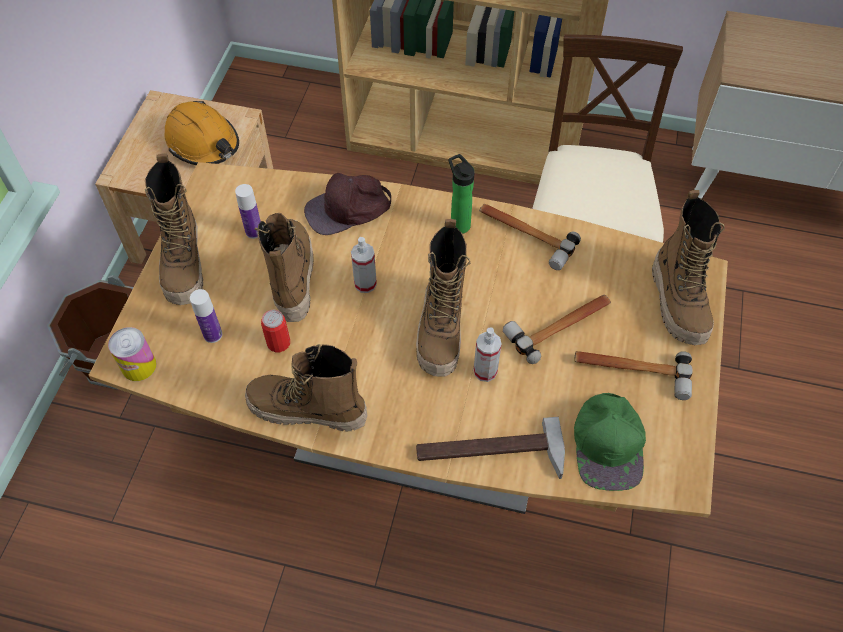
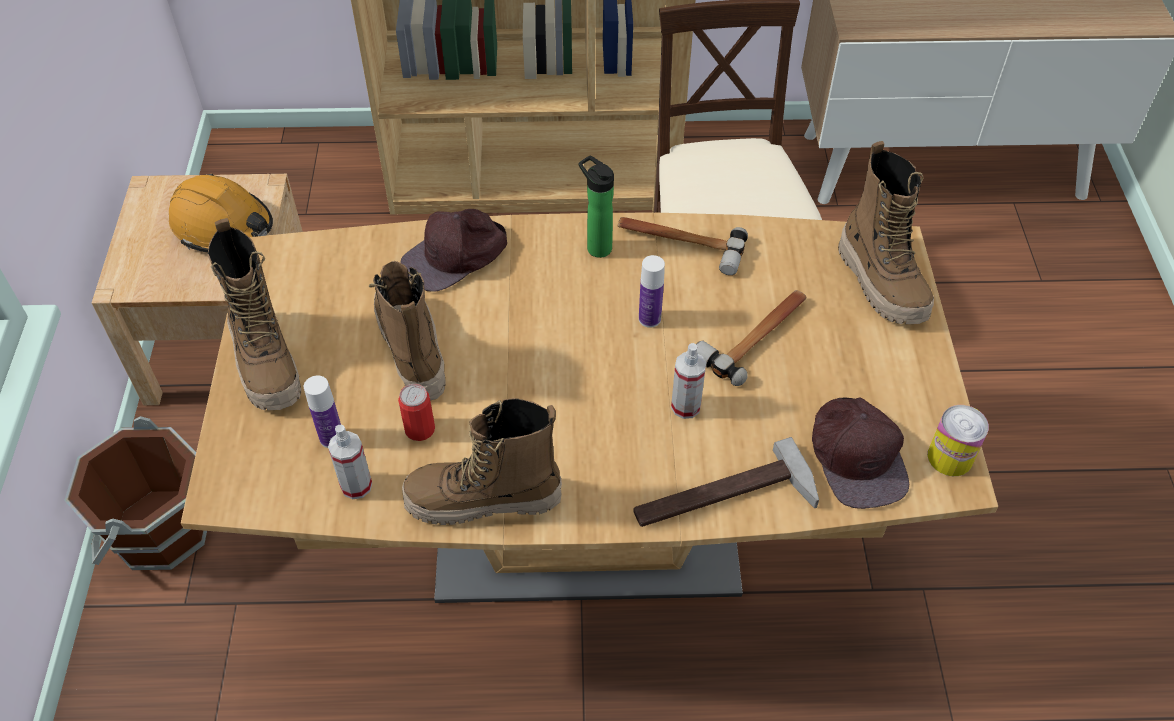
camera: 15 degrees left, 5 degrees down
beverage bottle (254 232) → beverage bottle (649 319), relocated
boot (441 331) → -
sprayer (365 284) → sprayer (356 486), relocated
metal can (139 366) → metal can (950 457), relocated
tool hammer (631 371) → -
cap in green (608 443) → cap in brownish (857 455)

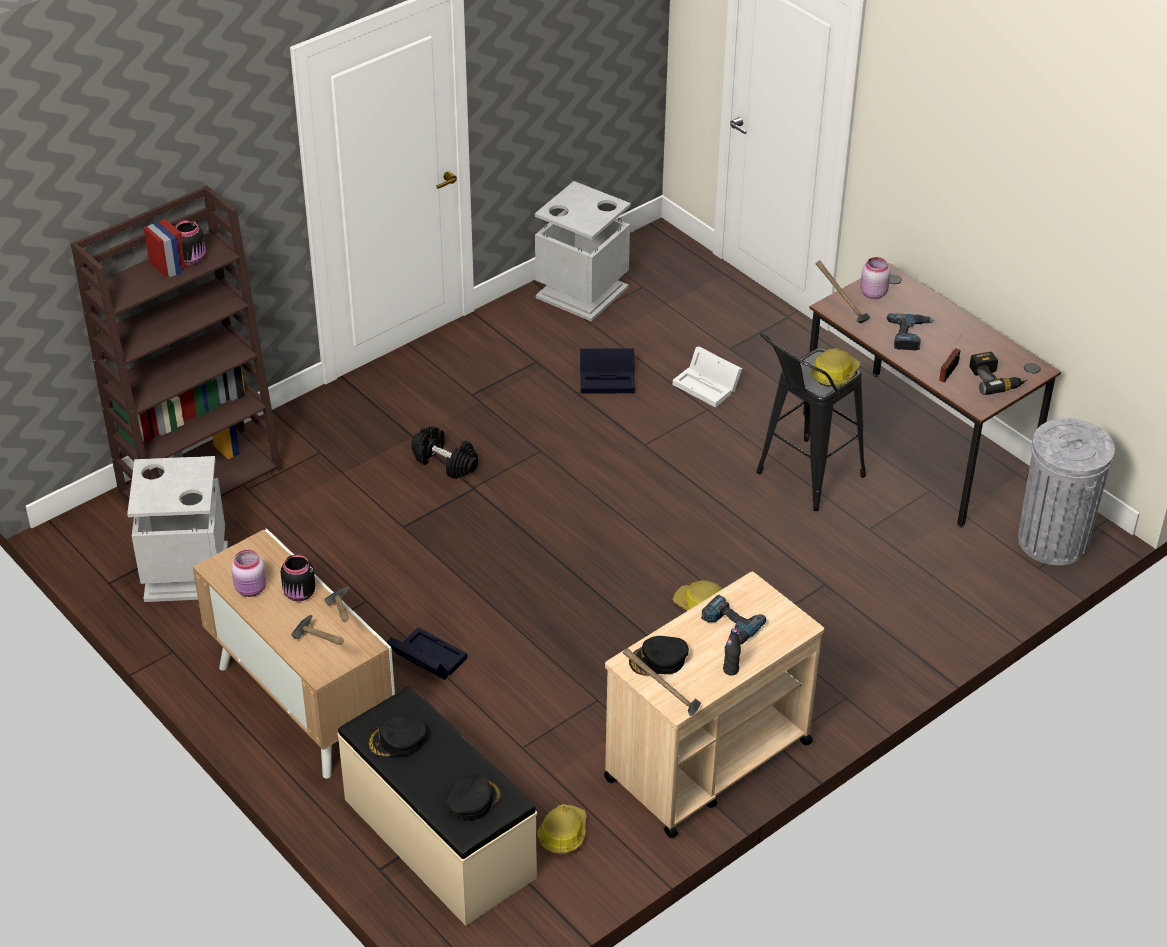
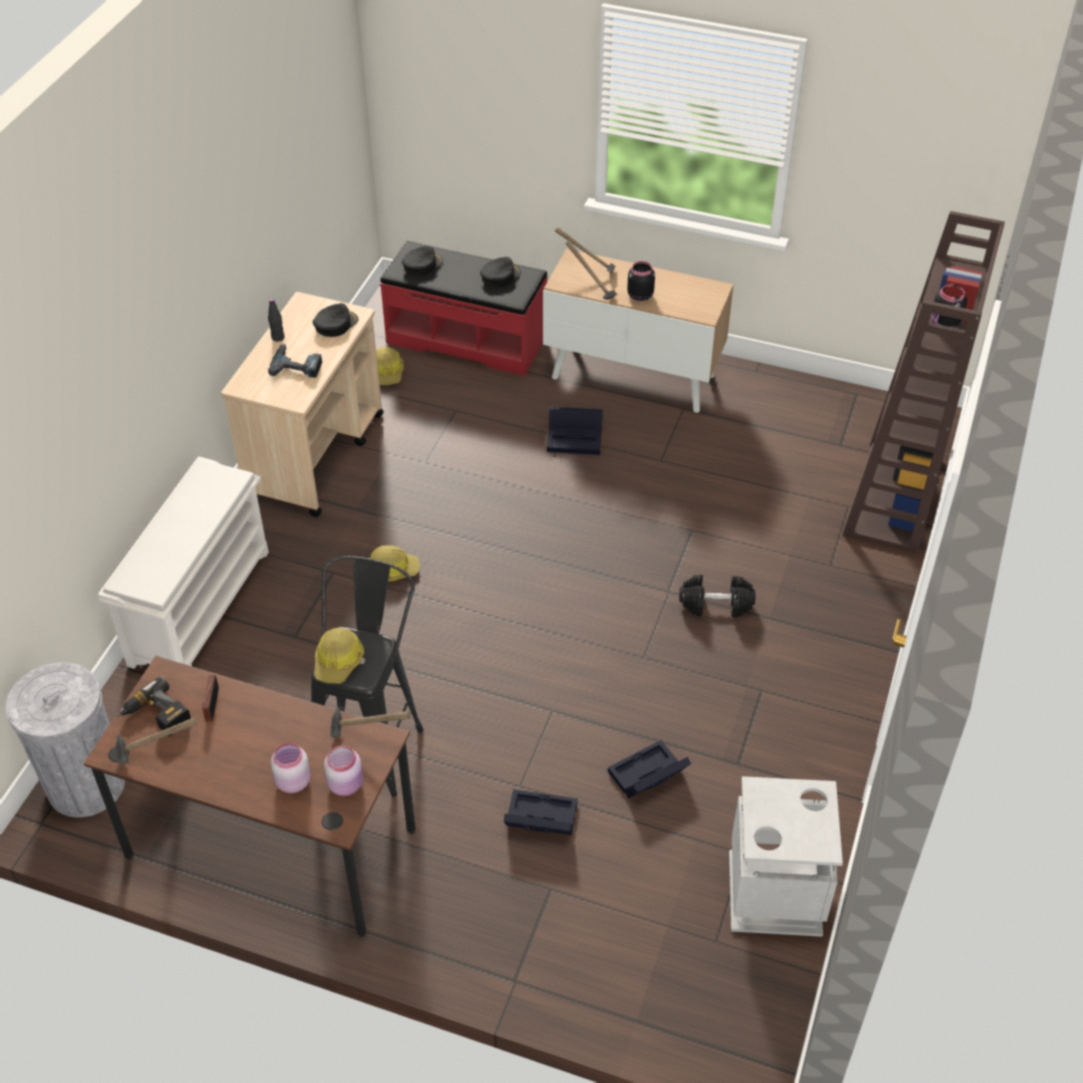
camera: 150 degrees right, 5 degrees up
electric drill (910 335) → -
storage bin in whitish (708 386) → storage bin in blackish (538 819)
waste bin in grey (185 571) → -
jar in pink-coloured (251 589) → jar in pink-coloured (292 781), relocated
tool hammer (663 703) → tool hammer (157 753), relocated
indoor bench in beige (438 839) → indoor bench in red (467 339)
cap in blackish (473 800) → cap in blackish (422 264), 150 degrees counterclockwise
- → shoe shelf in whitish (200 606)

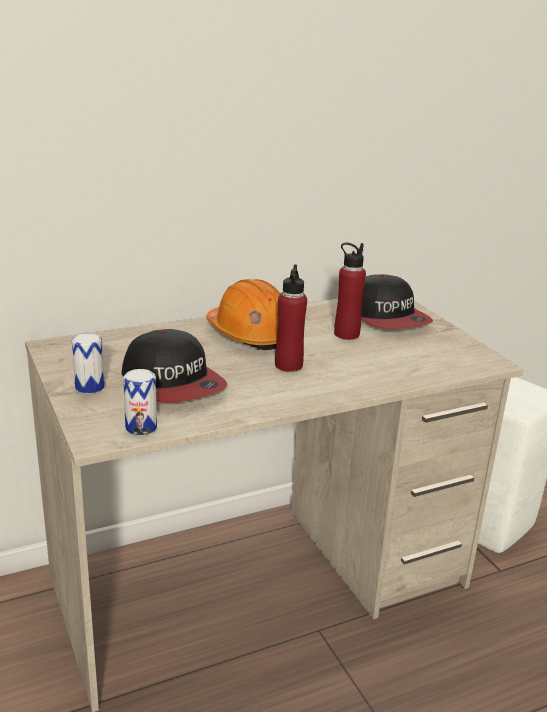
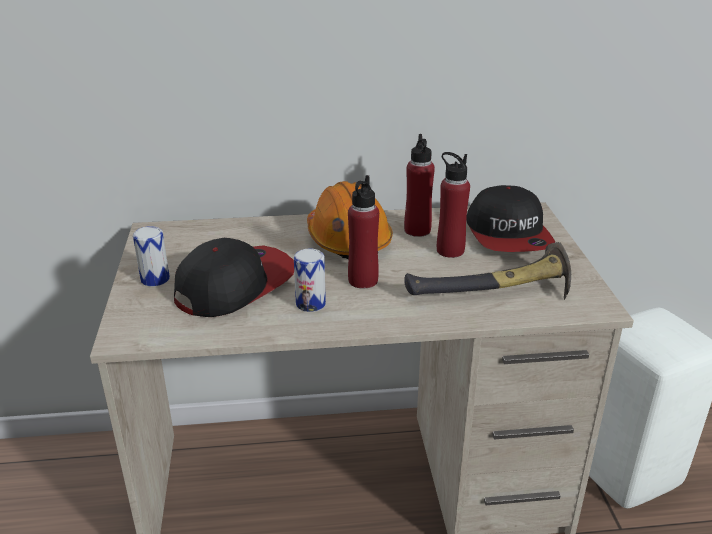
camera: 20 degrees right, 5 degrees up
cap (173 382) → cap (235 285), 120 degrees counterclockwise
metal can (141 427) → metal can (310 304), relocated
- → beverage bottle in red (417 230)
- → tool hammer (496 293)

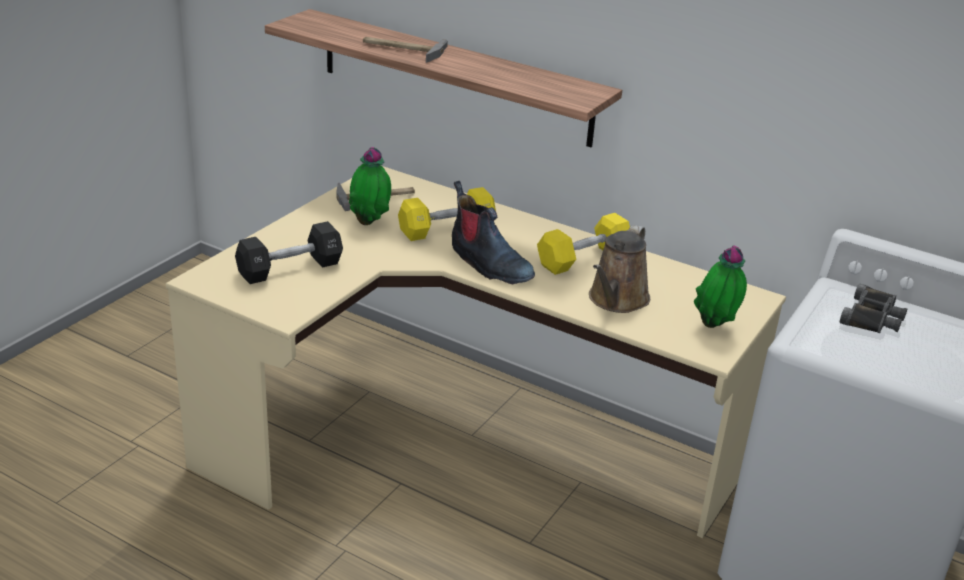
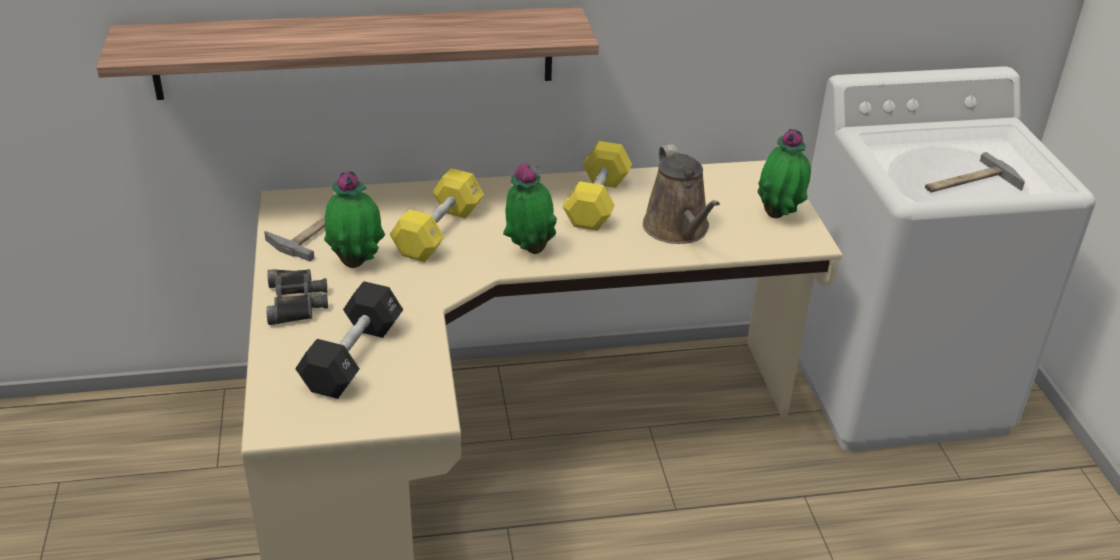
camera: 40 degrees left, 5 degrees up
tool hammer (402 49) → tool hammer (968 183), relocated
boot (488 264) → plant in a pot (529 250)
field glasses in blackish (872 317) → field glasses in blackish (297 302), relocated

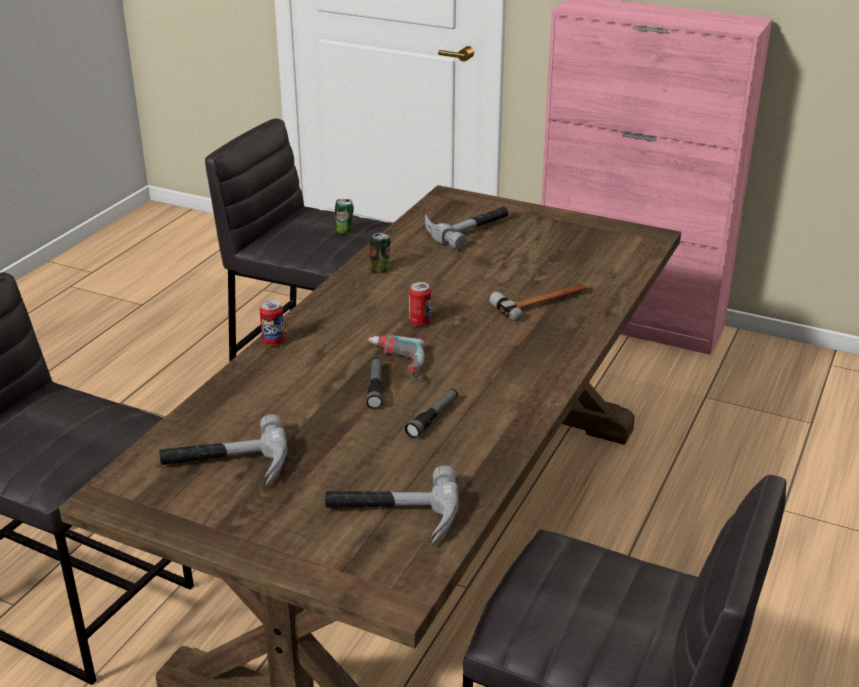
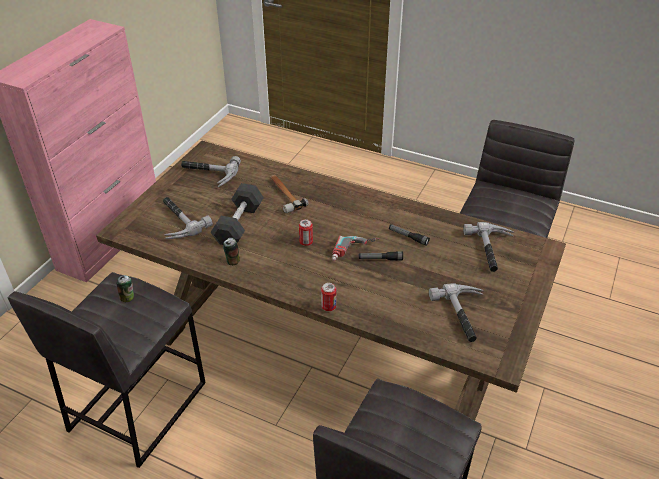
camera: 90 degrees left, 10 degrees up
- → tool hammer (208 174)
- → free weight in blackish (239 224)

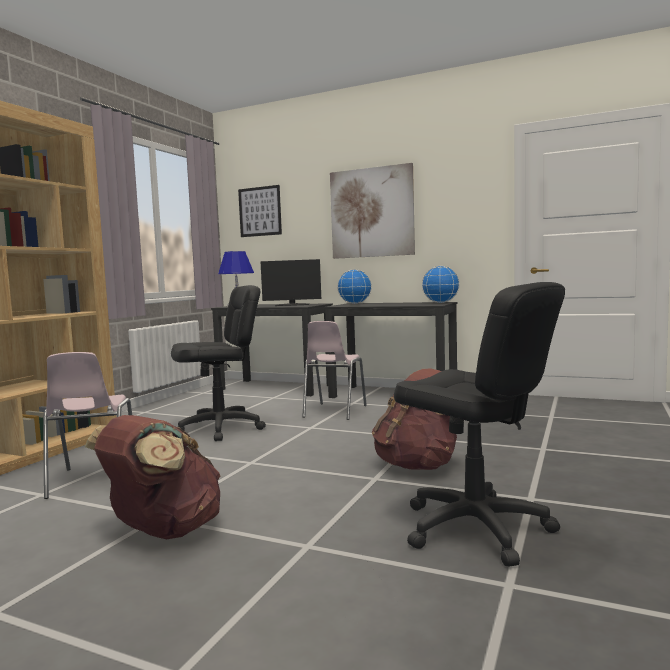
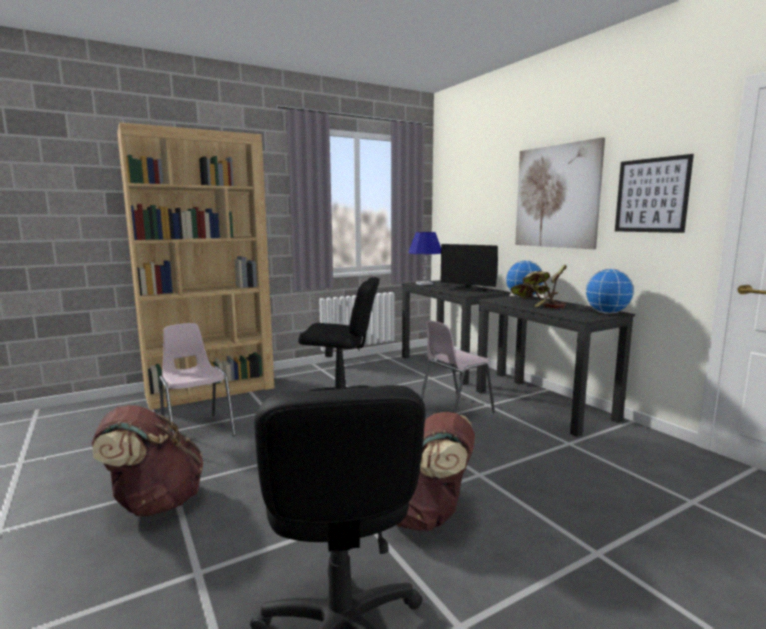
camera: 35 degrees right, 5 degrees up
wall art (260 211) → wall art (651 195), relocated
plain chair in pink-coloured (92 480) → plain chair in pink-coloured (197 431), 120 degrees clockwise
- → plant in a pot (539 305)

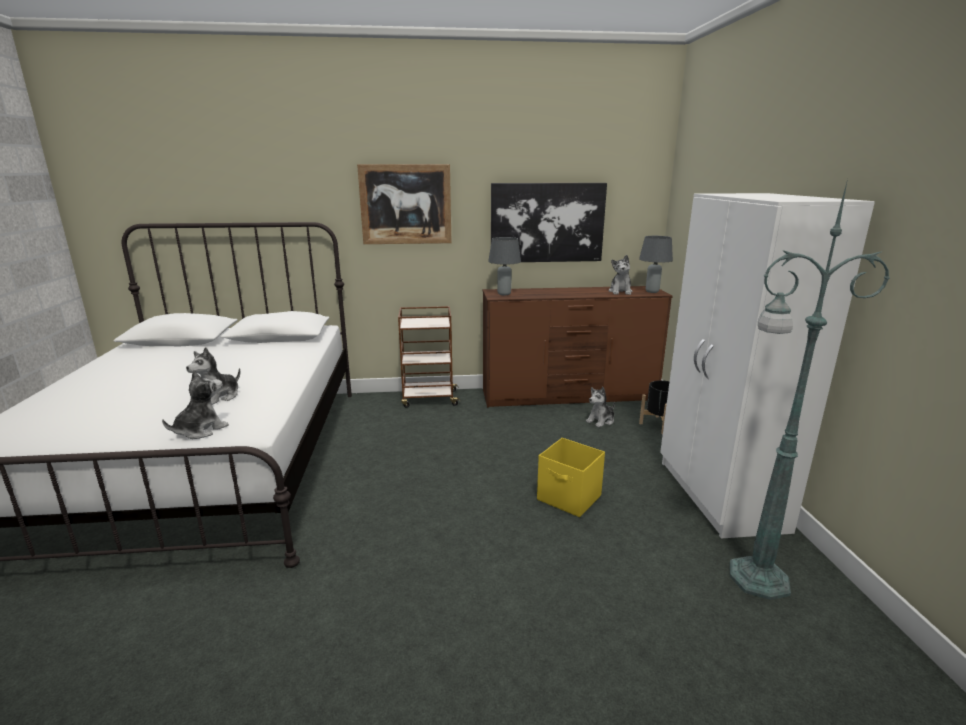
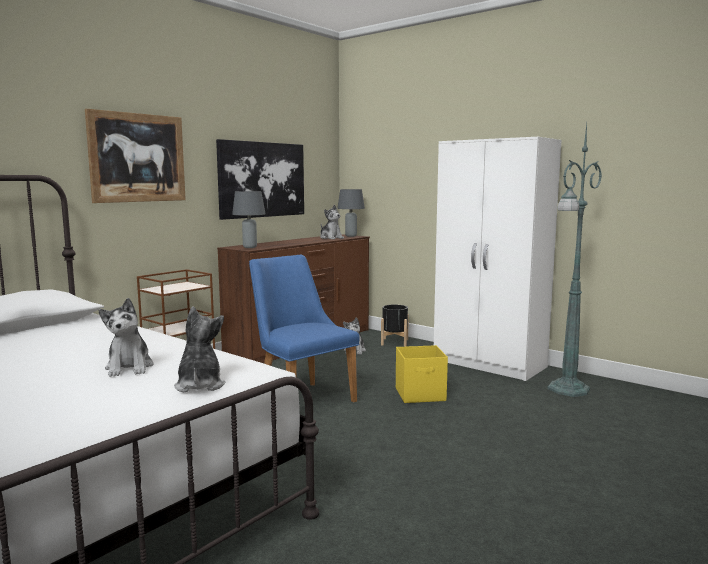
camera: 45 degrees left, 10 degrees down
- → plain chair in blue-coloured (300 397)

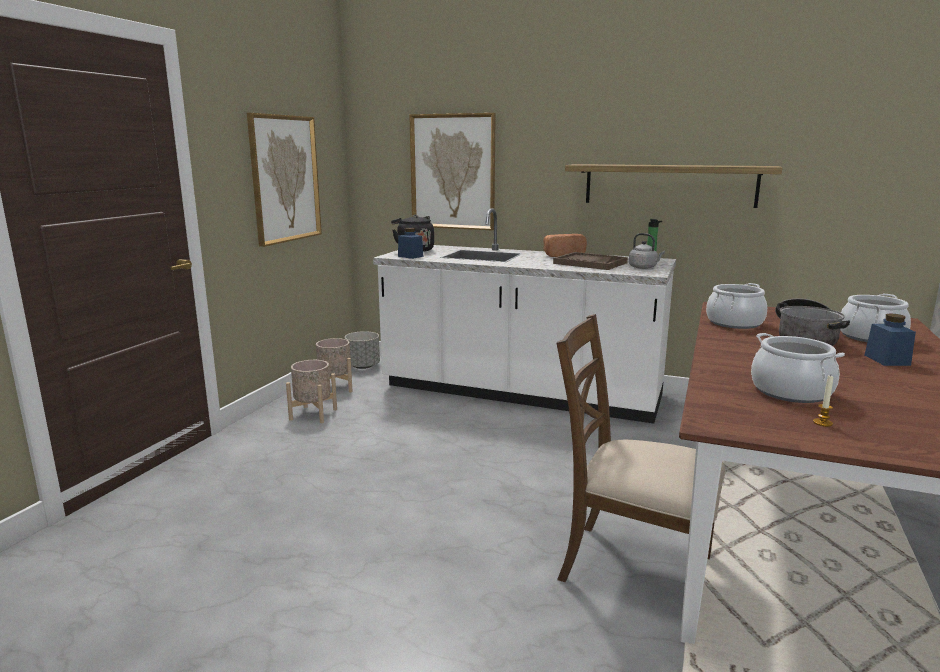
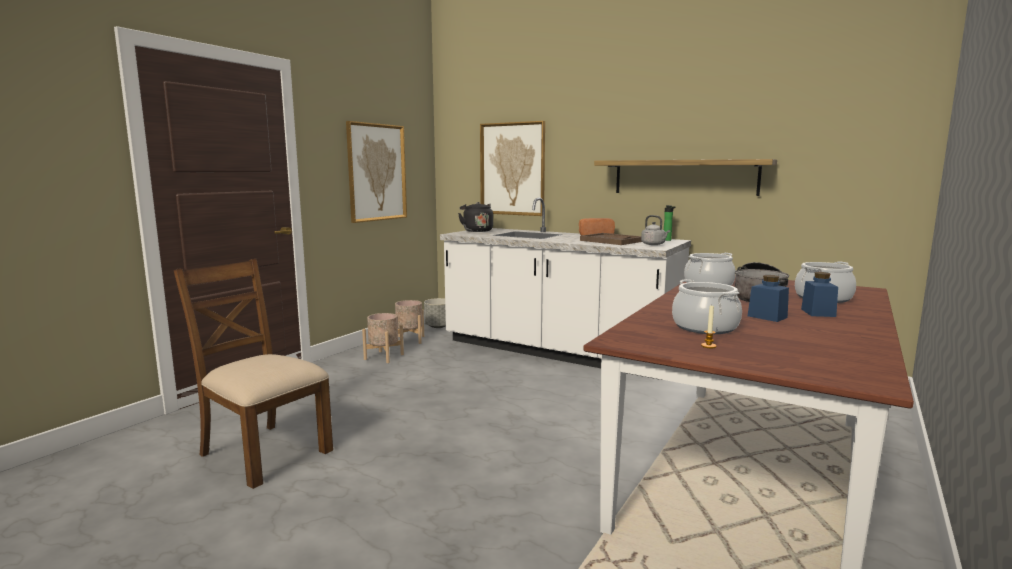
camera: 10 degrees right, 5 degrees down
jar in blue-coloured (410 256) → jar in blue-coloured (767 317), relocated
plain chair in brownish (633 567) → plain chair in brownish (264 452), relocated

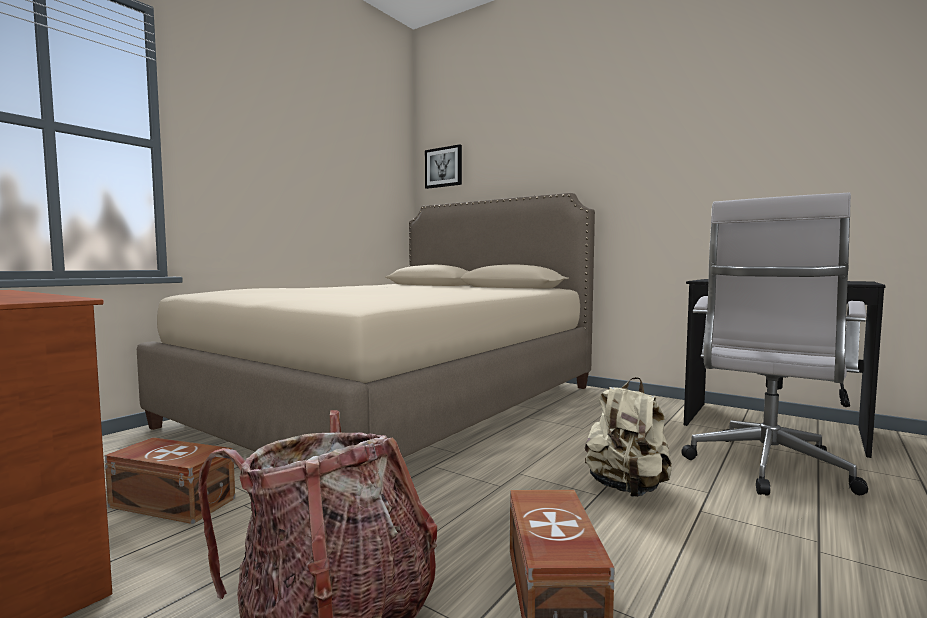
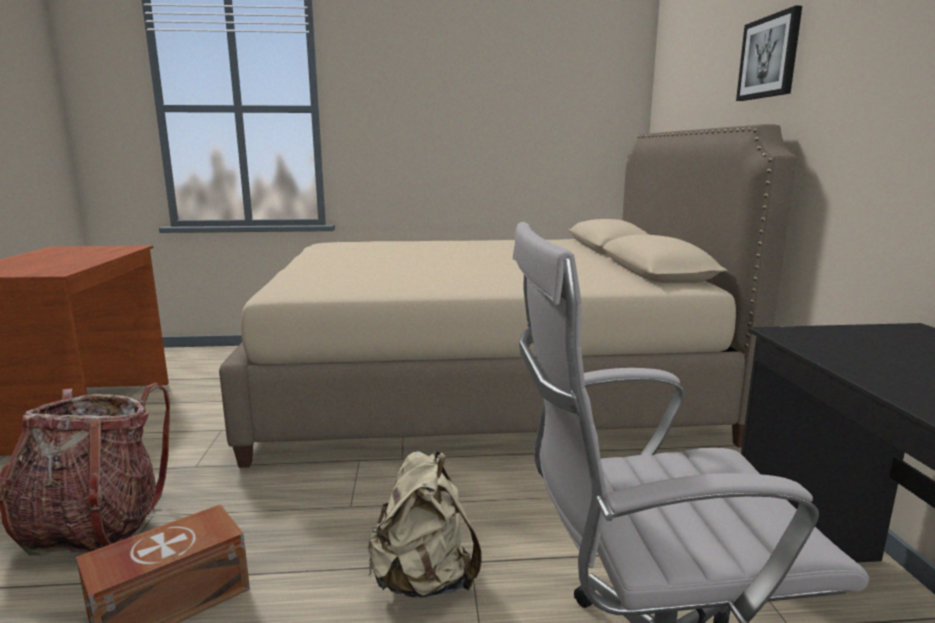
camera: 50 degrees right, 10 degrees up
wall art (443 167) → wall art (769 57), relocated
storage bin in brownish (172 501) → -

